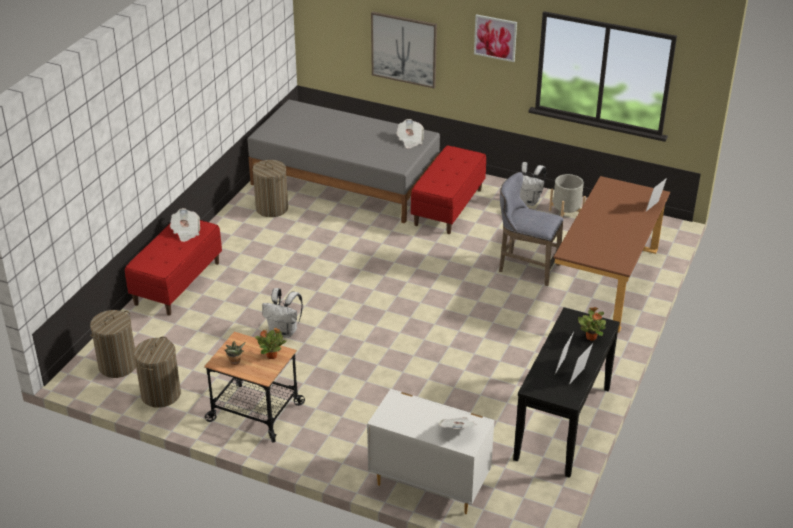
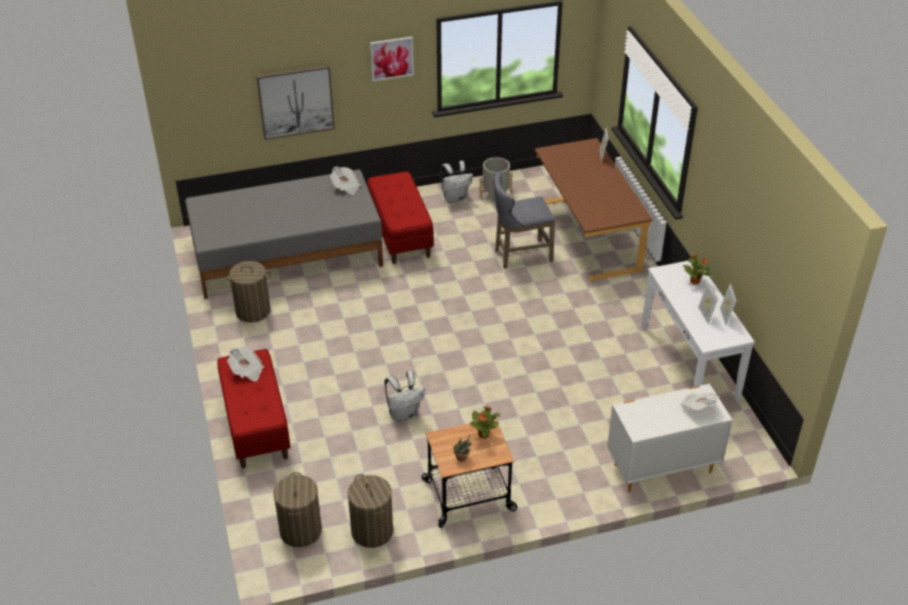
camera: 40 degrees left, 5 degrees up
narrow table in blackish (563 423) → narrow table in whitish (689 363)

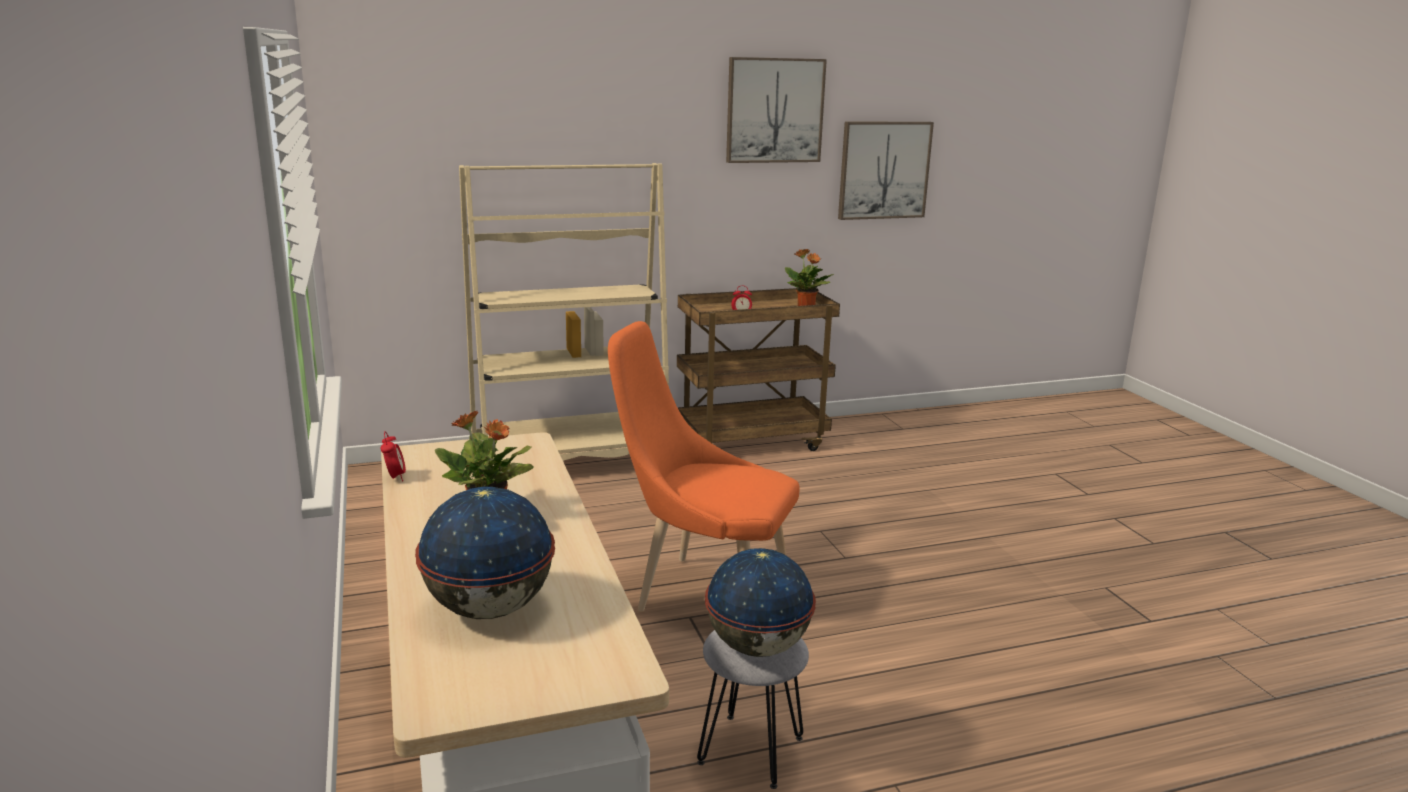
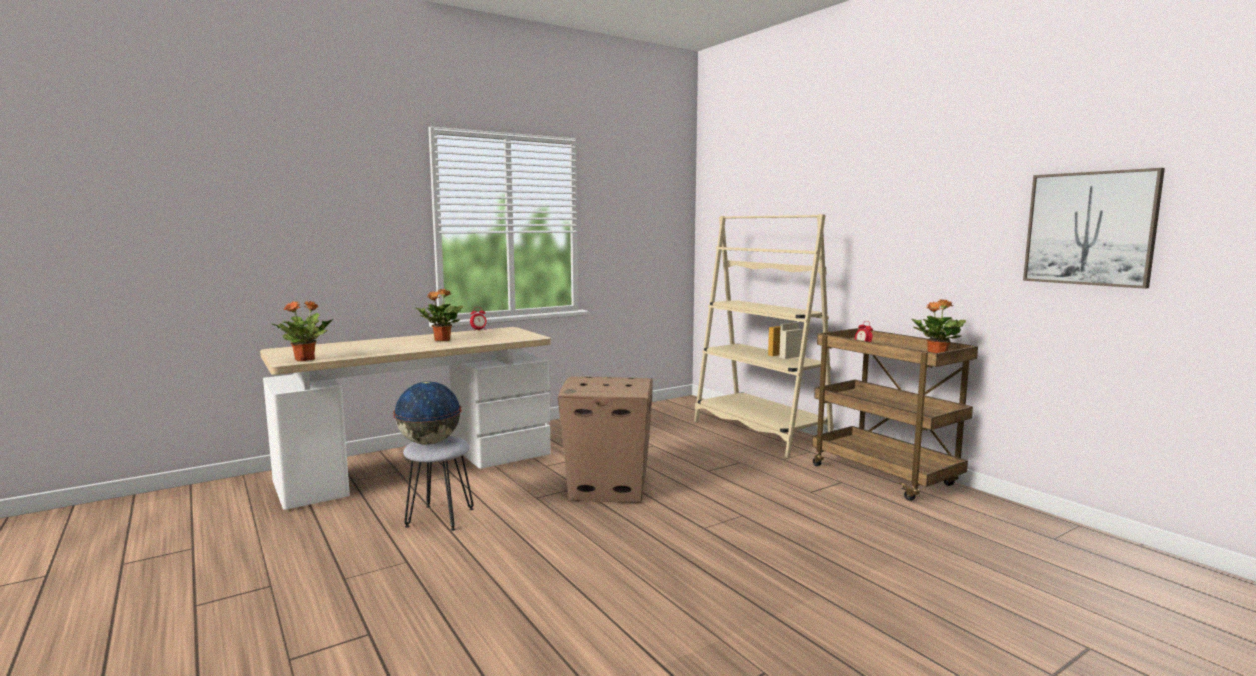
camera: 75 degrees right, 10 degrees down
wall art (774 110) → -
plain chair in orange (703 594) → cardboard box (609 487)
desk globe (488 609) → -
- → plant in a pot (306 359)

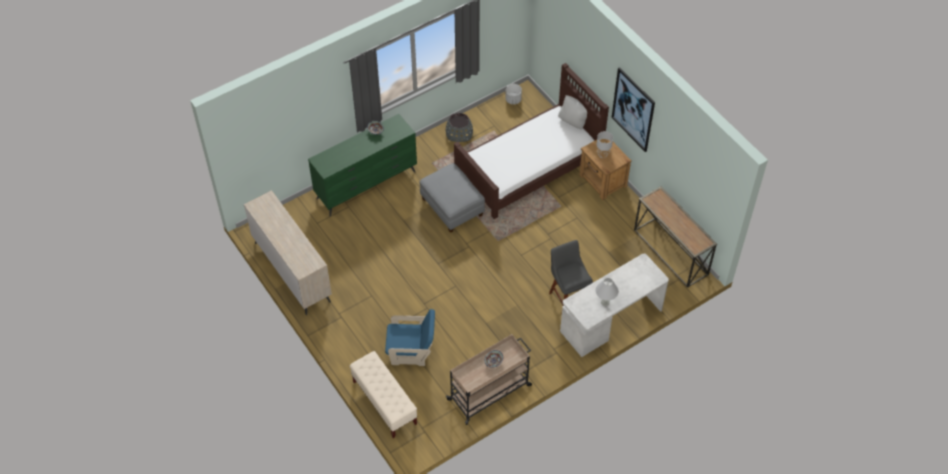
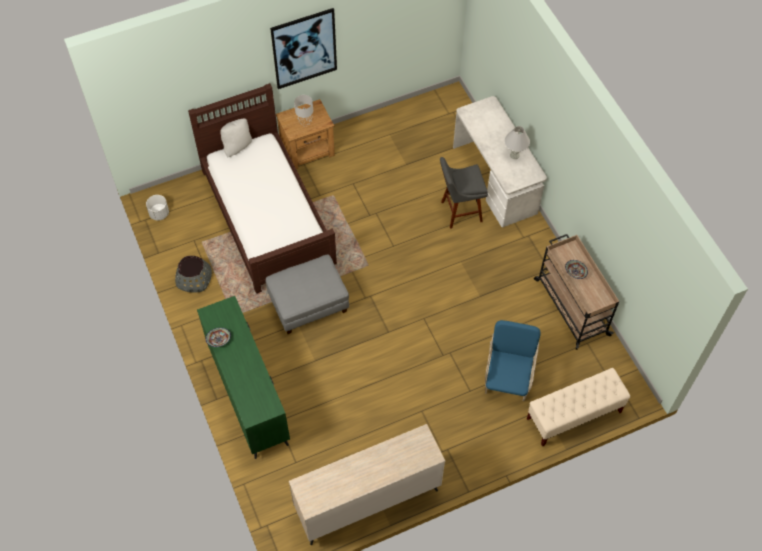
camera: 80 degrees left, 5 degrees up
narrow table (671 252) → -

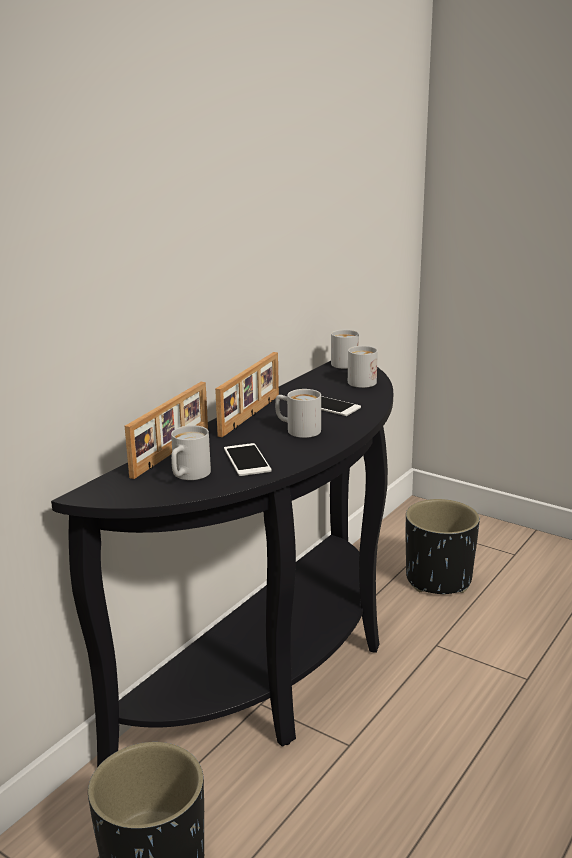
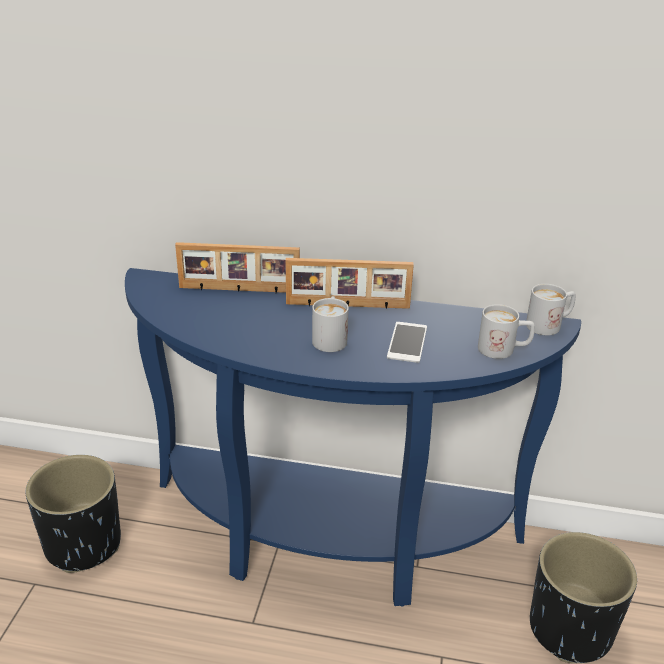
camera: 65 degrees right, 10 degrees up
narrow table in blackish (281 671) → narrow table in blue-coloured (328 543)
tea mug in whitish (188 476) → -
phone (247 460) → -

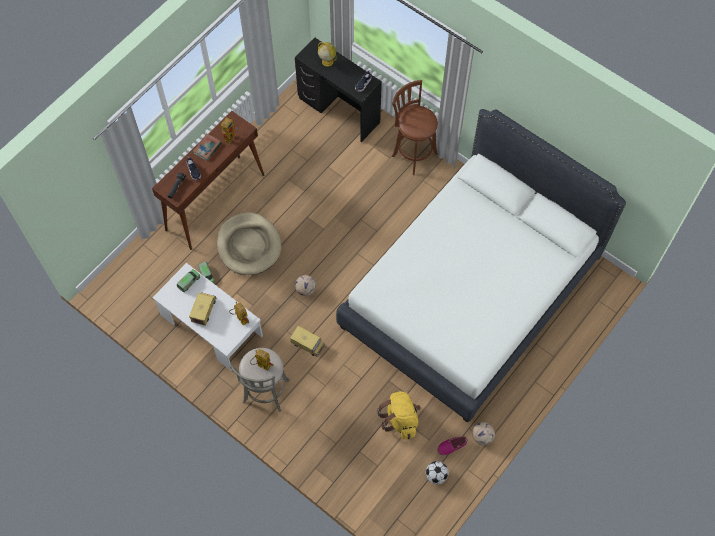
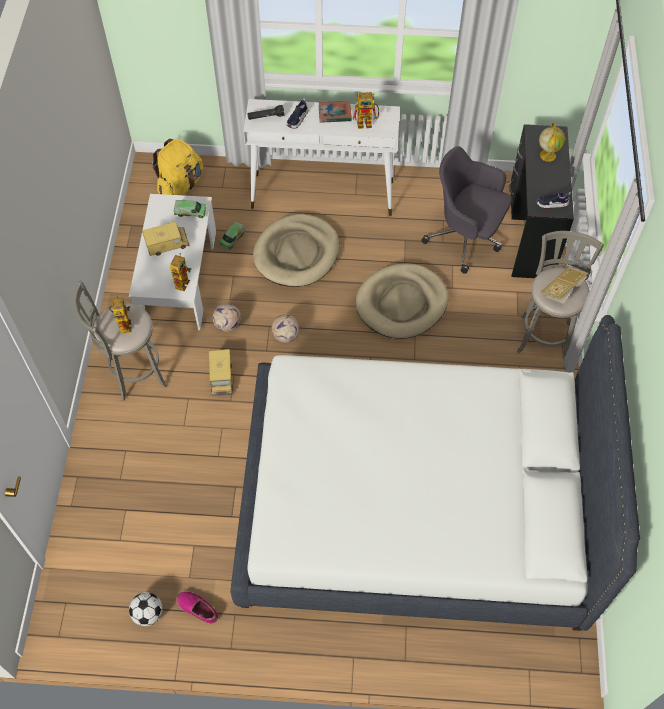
camera: 55 degrees right, 5 degrees down
stool seat in brownish (413 153) → stool seat in grey (544 335)
narrow table in brownish (215 201) → narrow table in whitish (323 194)
rucksack in yellow-coloured (400 419) → rucksack in yellow-coloured (181 184), relocated
football (482 436) → football (228 324), relocated
- → desk chair in grey (466 238)
- → dog cushion in beige (401 303)
- → bound book (563 291)

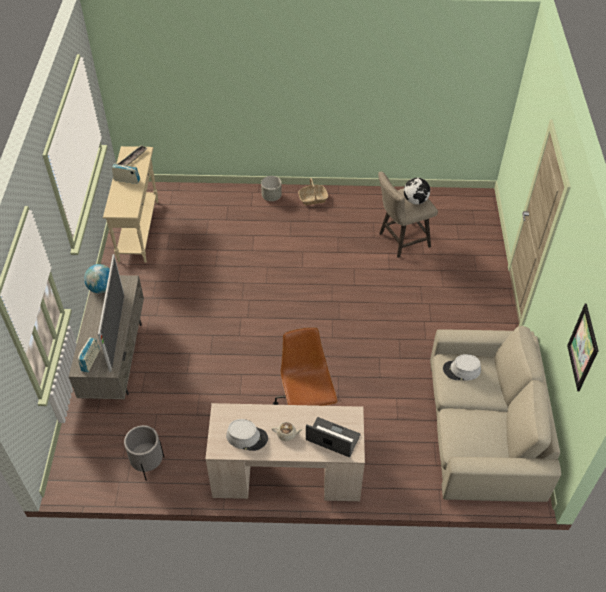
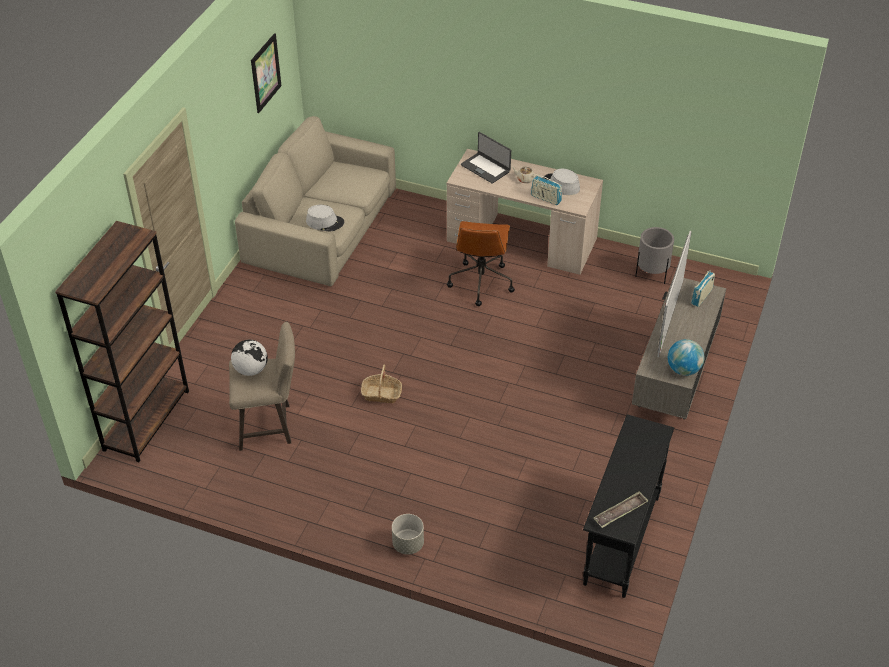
camera: 160 degrees left, 5 degrees down
narrow table in beige (139 230) → narrow table in blackish (621 540)
radio receiver (127 180) → radio receiver (546 198), relocated
household basket (313 199) → household basket (381 394), relocated
- → bookcase in brownish (146 420)

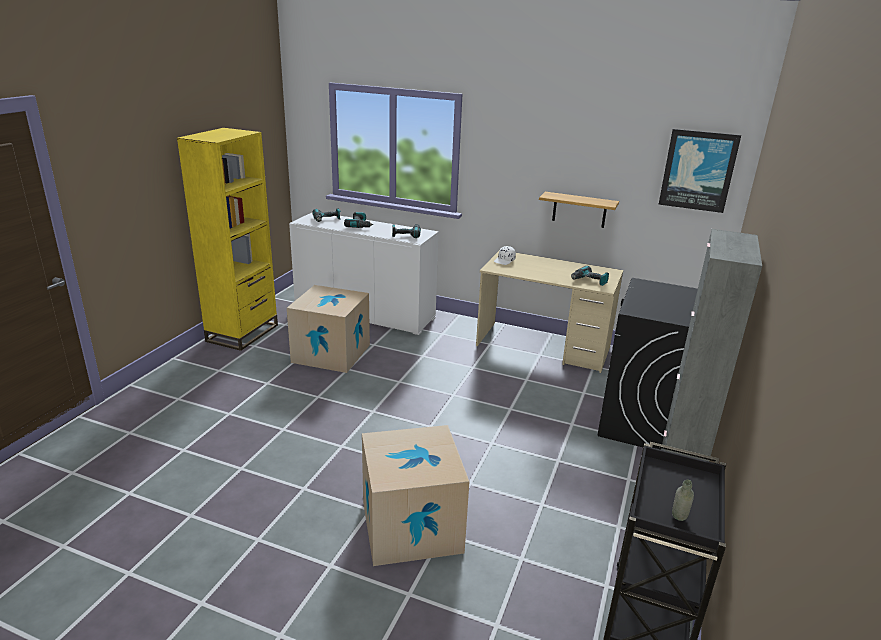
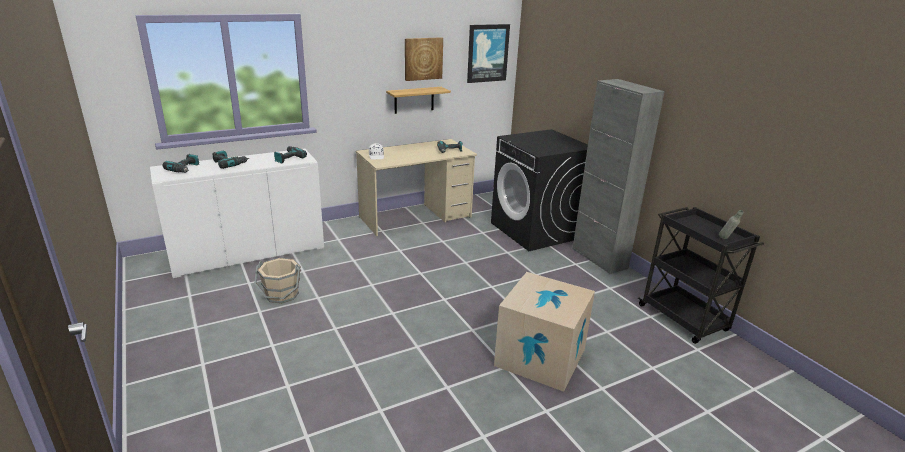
camera: 50 degrees left, 0 degrees up
bookcase in yellow-coloured (243 333) → -
cardboard box (331 353) → water bucket in beige (281 294)
- → wall art (423 58)

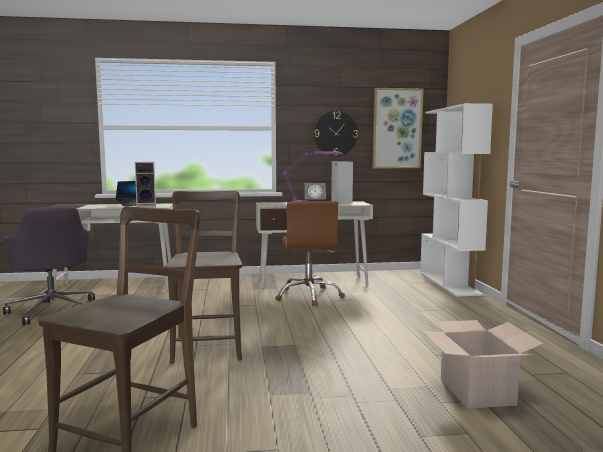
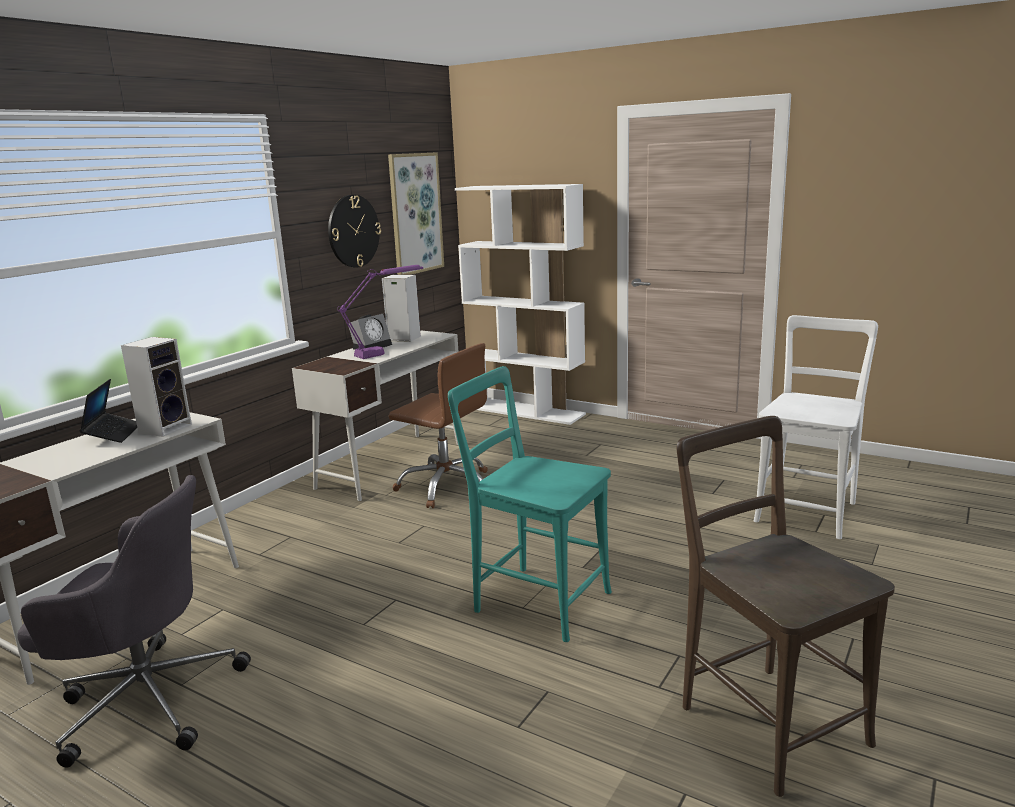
camera: 50 degrees left, 10 degrees up
plain chair in brownish (208 346) → plain chair in turquoise (536 600)
cardboard box (477 392) → plain chair in whitish (807 510)

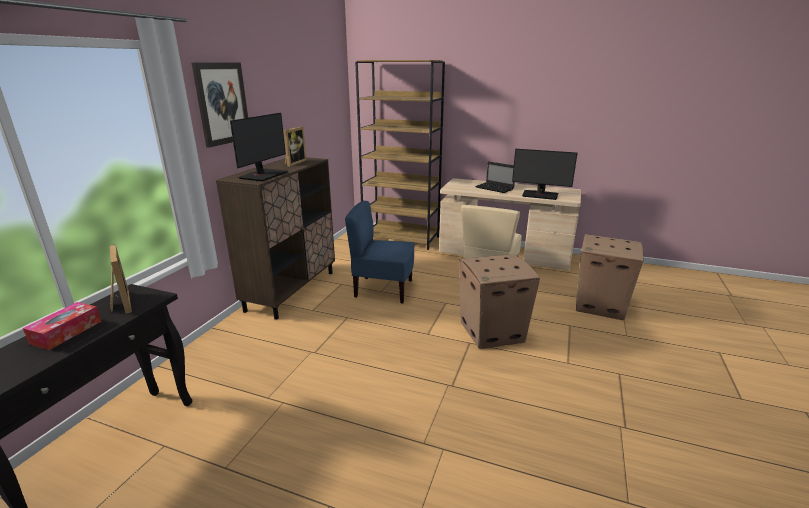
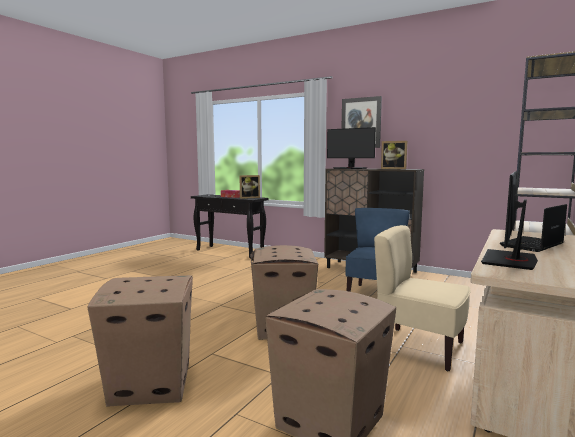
camera: 100 degrees right, 15 degrees down
- → cardboard box (149 384)

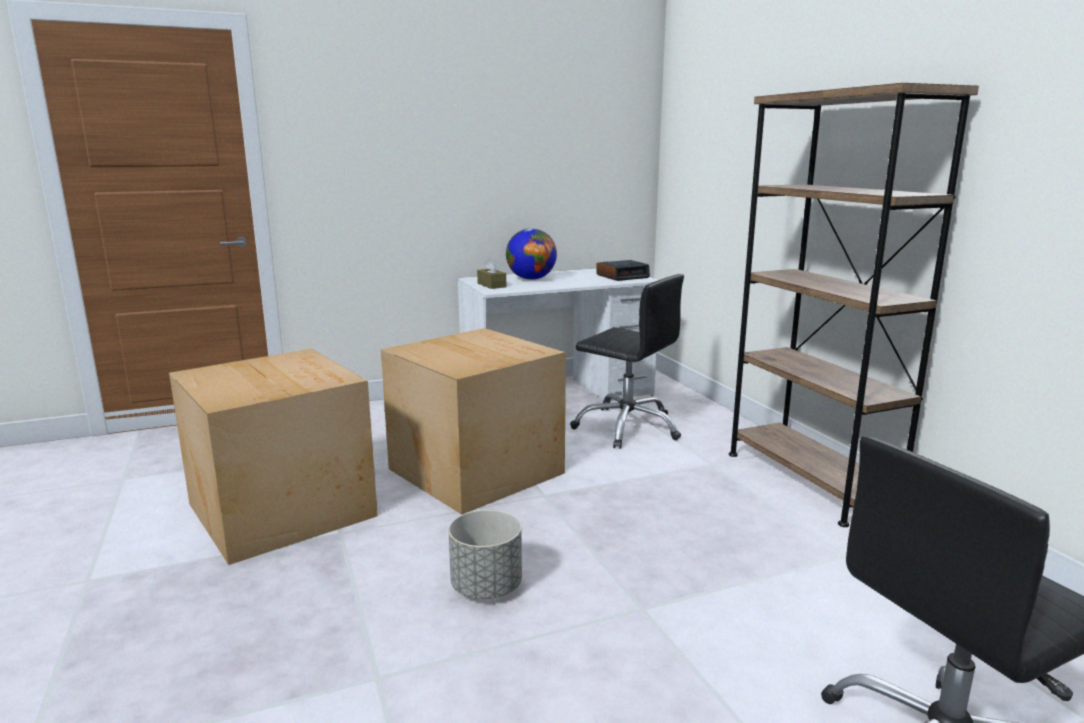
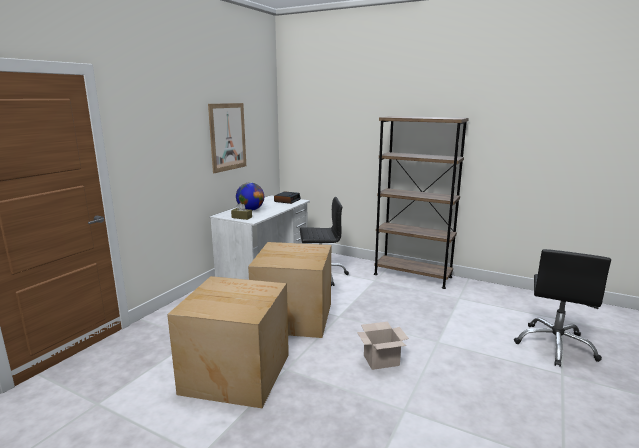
camera: 40 degrees left, 0 degrees up
flower pot in grey (487 587) → cardboard box (382 360)
- → wall art (227 137)

